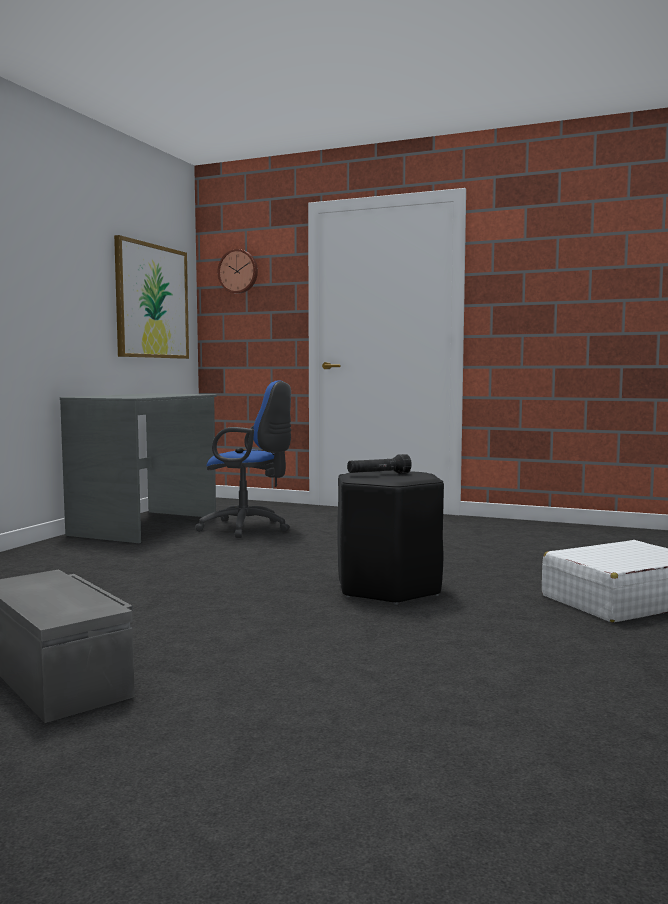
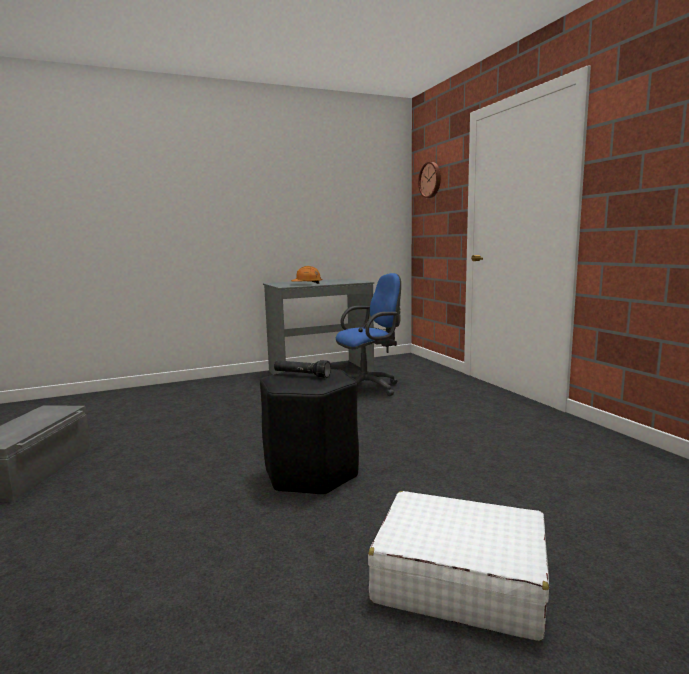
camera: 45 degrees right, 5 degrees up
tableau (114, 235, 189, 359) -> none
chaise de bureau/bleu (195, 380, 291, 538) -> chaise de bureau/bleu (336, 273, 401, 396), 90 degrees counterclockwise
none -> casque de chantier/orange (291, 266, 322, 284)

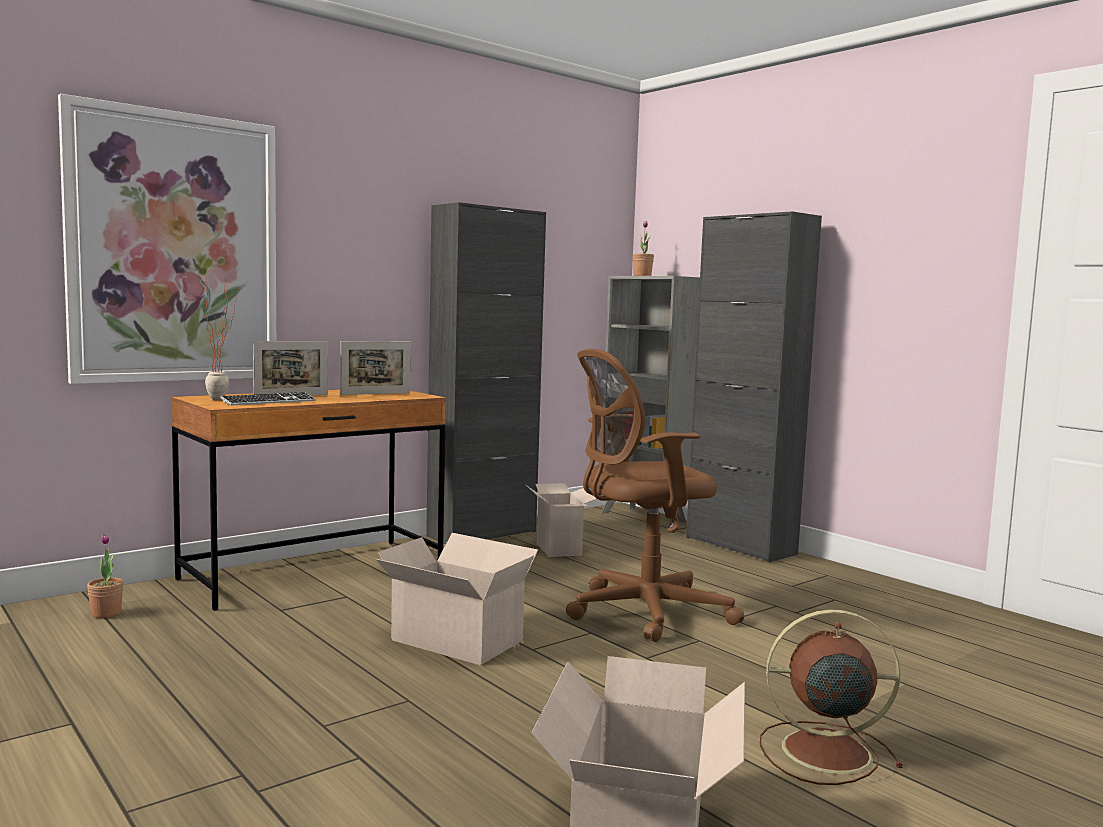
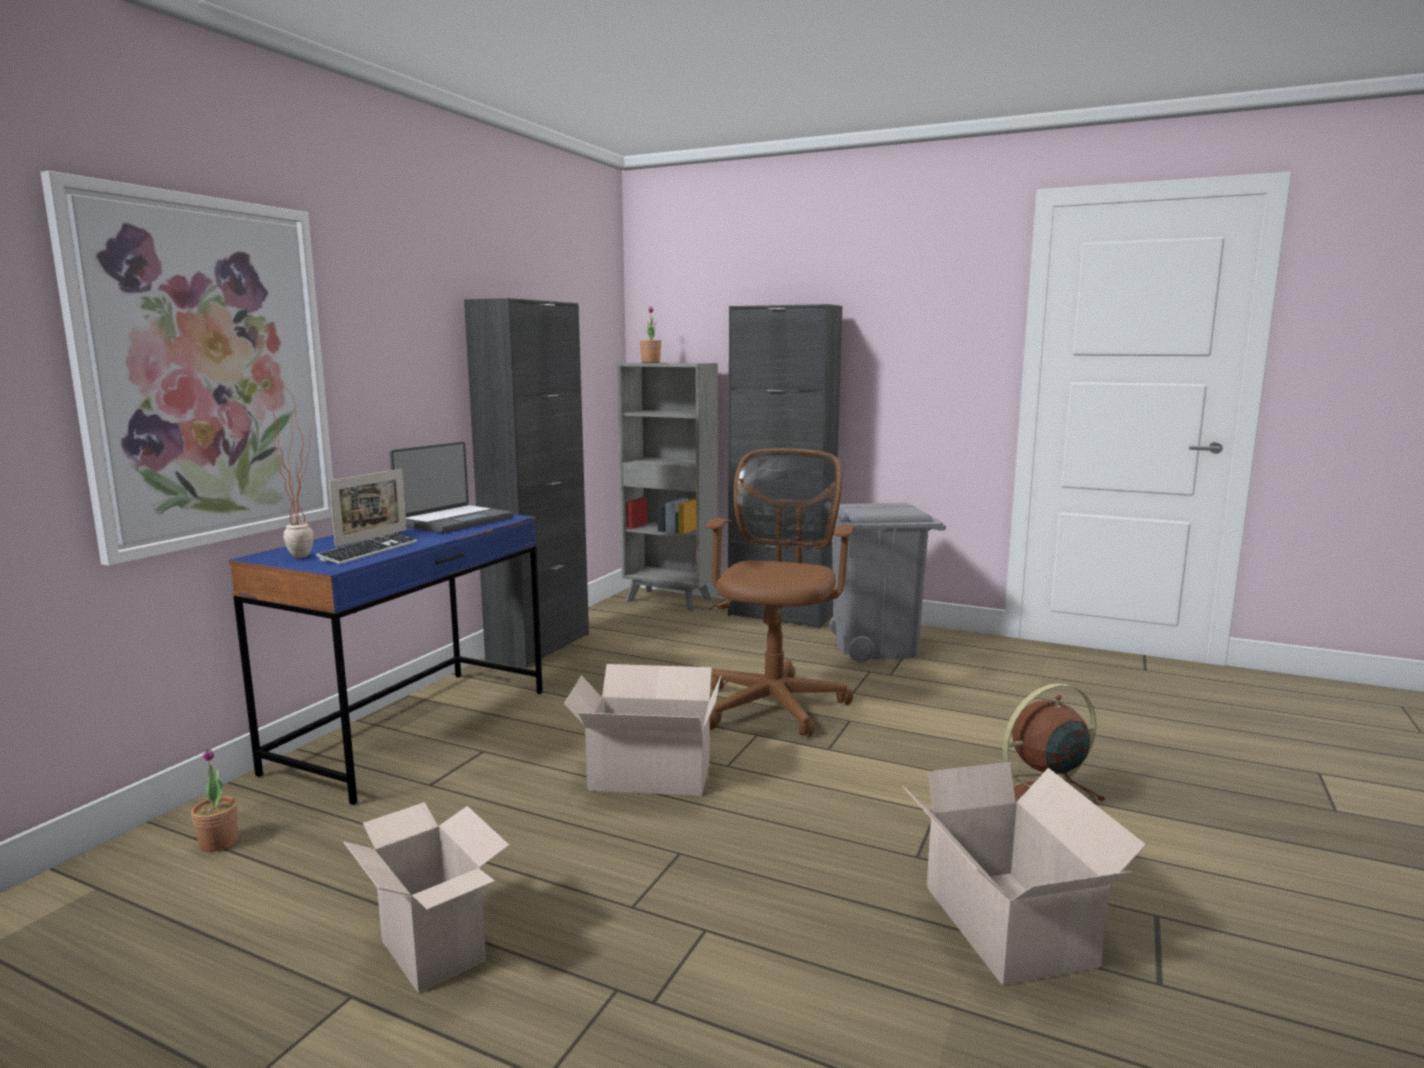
camera: 25 degrees left, 5 degrees up
bureau/marron (171, 390, 446, 611) -> bureau/bleu (229, 514, 543, 805)
cadre photo (340, 341, 411, 395) -> ordinateur portable (389, 442, 514, 533)
carton (526, 483, 597, 557) -> carton (343, 802, 510, 993), relocated
chaise de bureau/marron (566, 349, 745, 642) -> chaise de bureau/marron (704, 448, 856, 737), 150 degrees clockwise
none -> poubelle/gris (830, 503, 946, 662)

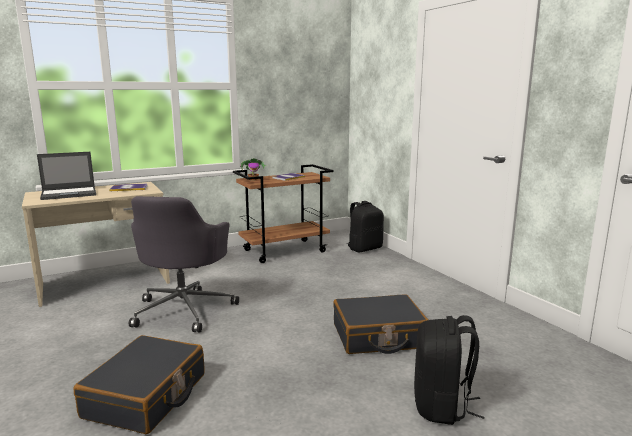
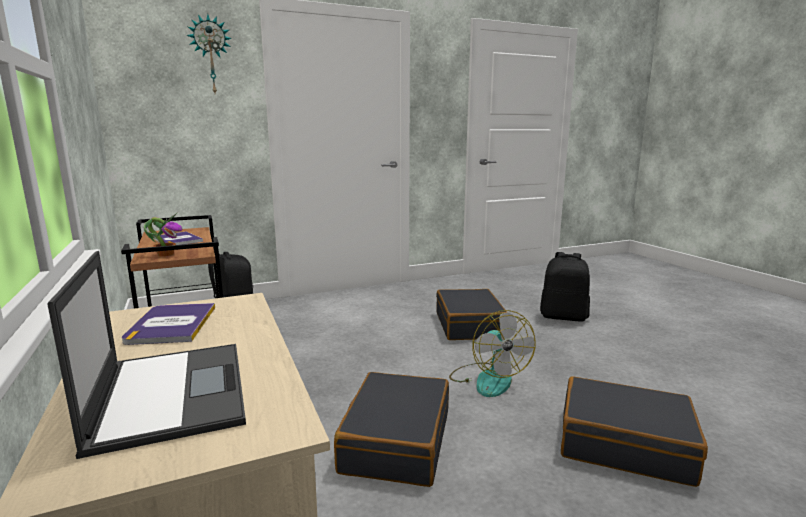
camera: 85 degrees left, 0 degrees up
chaise de bureau/gris (129, 196, 239, 332) -> valise/noir (334, 372, 449, 487)
none -> horloge murale (187, 14, 232, 93)
none -> ventilateur (449, 310, 535, 397)

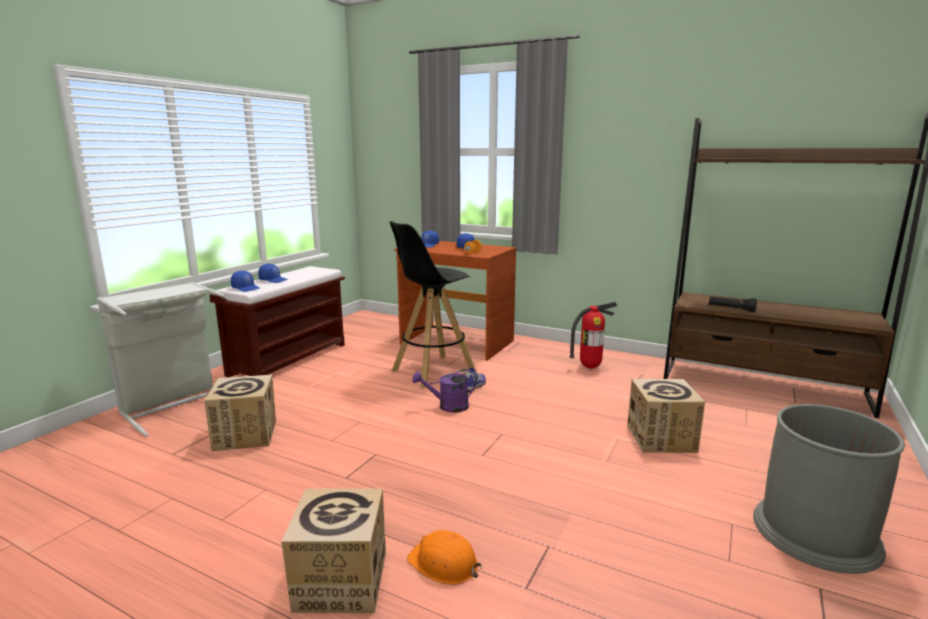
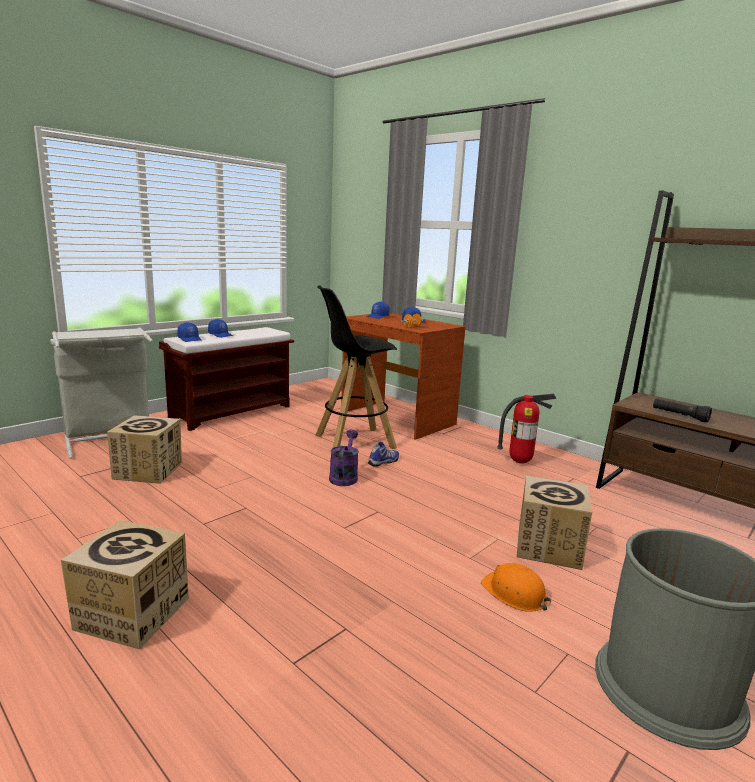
camera: 15 degrees right, 0 degrees up
casque de chantier/orange (407, 530, 482, 585) -> casque de chantier/orange (481, 563, 551, 612), relocated
arrosoir/violet (412, 369, 476, 413) -> arrosoir/violet (329, 429, 359, 486), 90 degrees clockwise

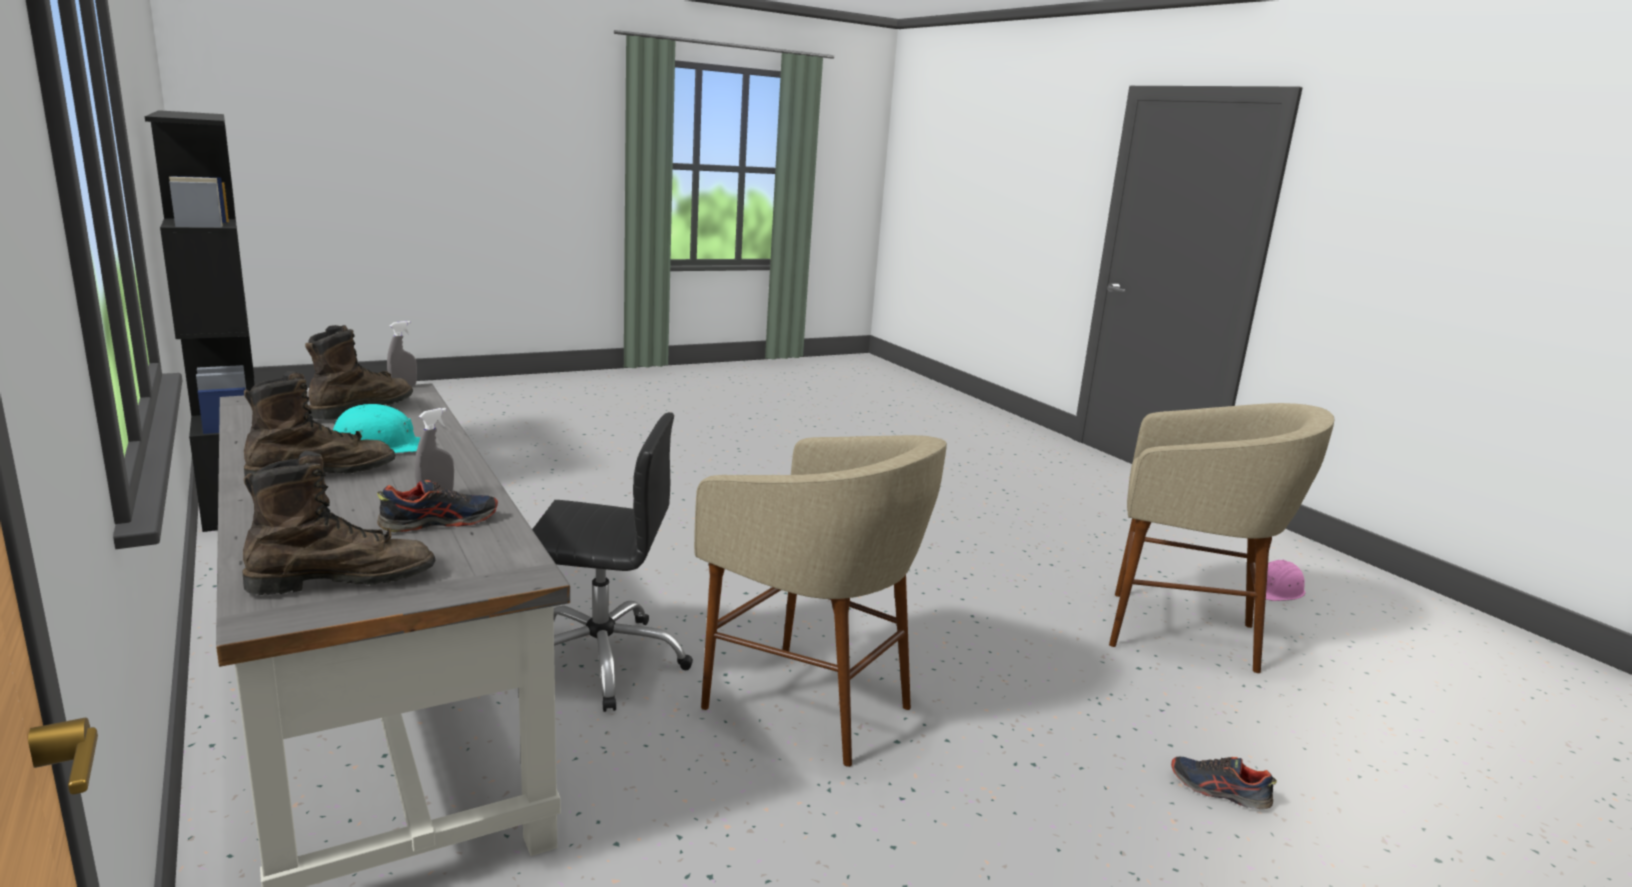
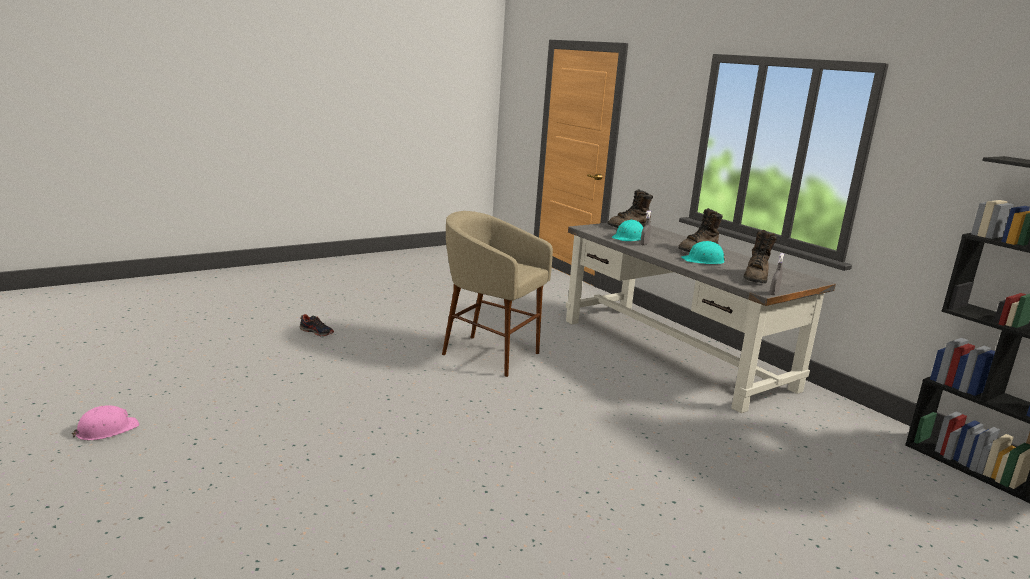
camera: 175 degrees right, 0 degrees up
chaussure (377, 480, 498, 533) -> casque de chantier/turquoise (612, 219, 643, 241)
chaise de bureau/noir (532, 412, 693, 712) -> none
tabouret/beige (1109, 403, 1335, 673) -> none

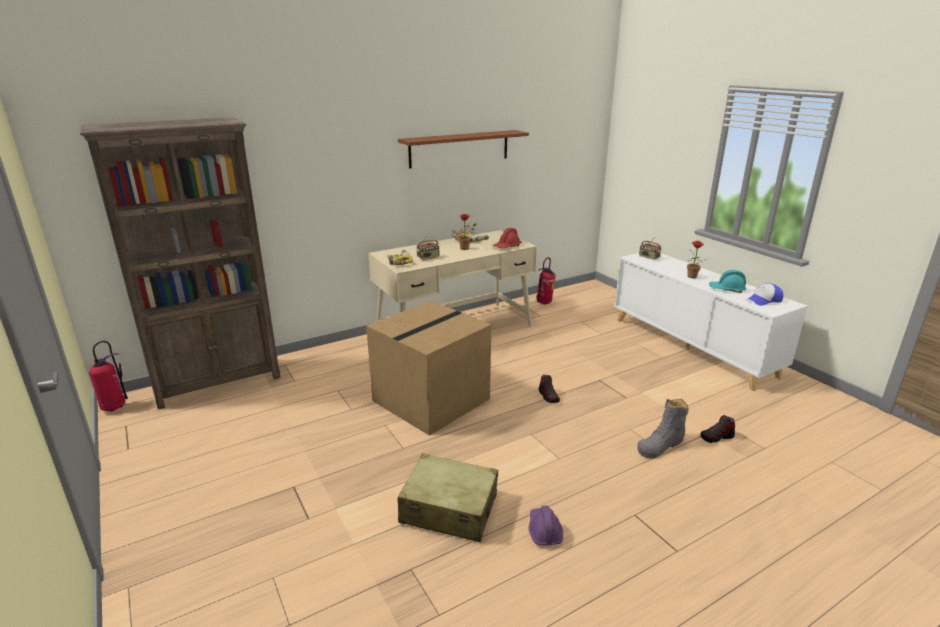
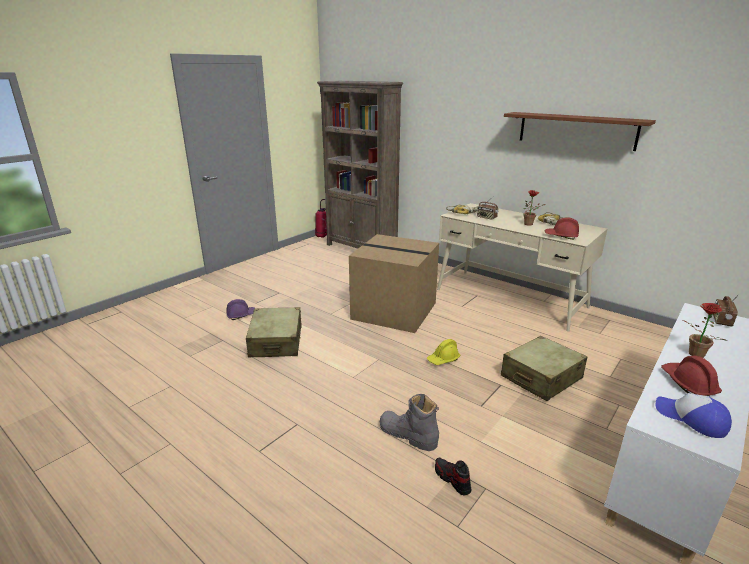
camera: 70 degrees right, 0 degrees up
casque de chantier/violet (529, 506, 563, 546) -> casque de chantier/violet (227, 299, 255, 320), relocated
extincteur (536, 257, 556, 305) -> none
chaussure (539, 375, 560, 403) -> casque de chantier/jaune (427, 339, 461, 365)
casque de chantier/turquoise (709, 270, 746, 293) -> casque de chantier/rouge (661, 355, 722, 396)
none -> valise/beige (501, 336, 588, 401)

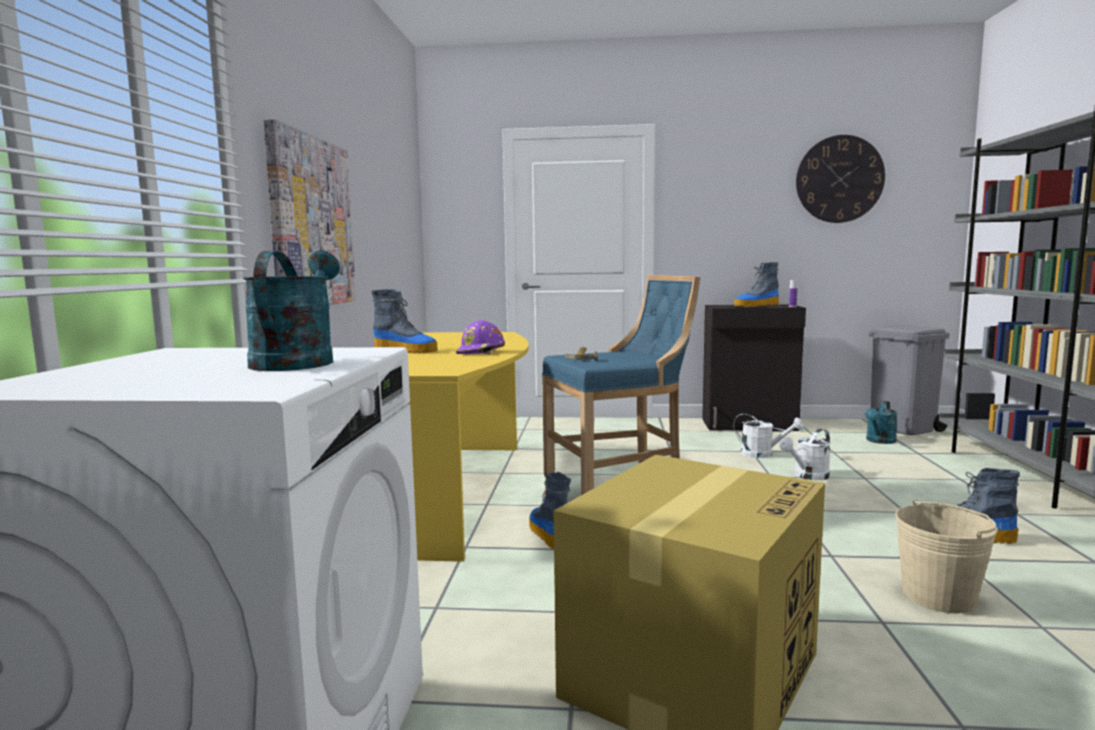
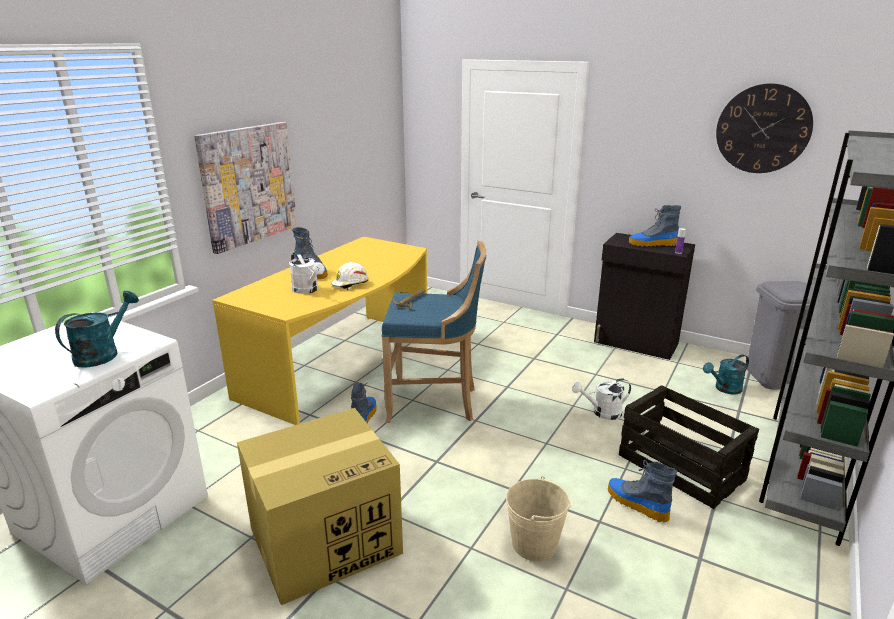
camera: 25 degrees right, 15 degrees up
casque de chantier/violet (456, 320, 505, 354) -> casque de chantier/blanc (331, 262, 368, 290)
arrosoir/blanc (733, 413, 804, 458) -> arrosoir/blanc (289, 251, 325, 294), relocated
none -> caisse (619, 385, 759, 509)

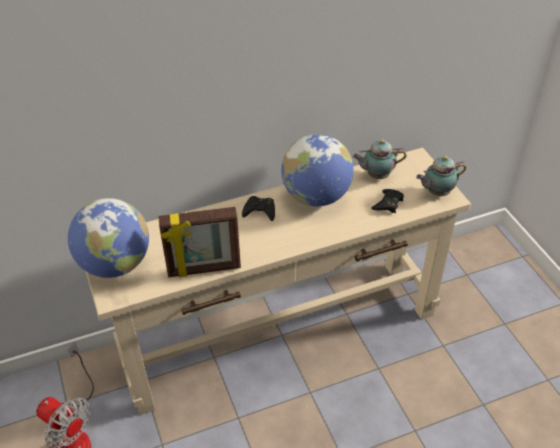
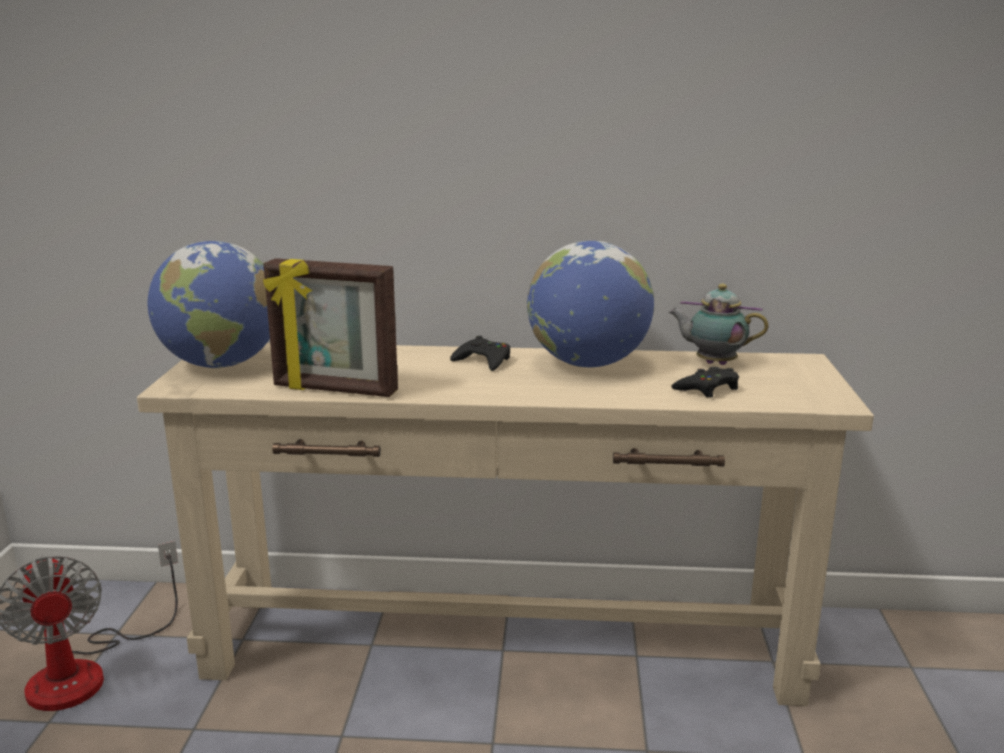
camera: 25 degrees right, 25 degrees down
théière (416, 156, 466, 196) -> none

